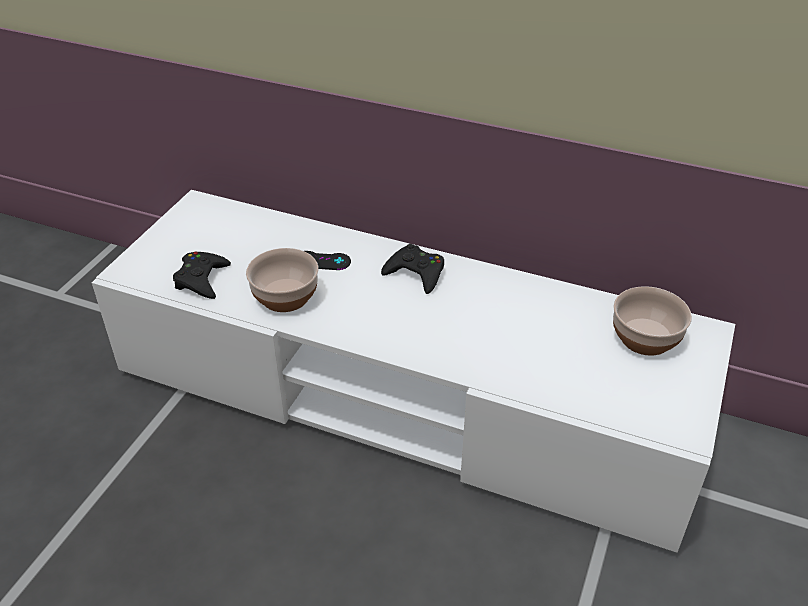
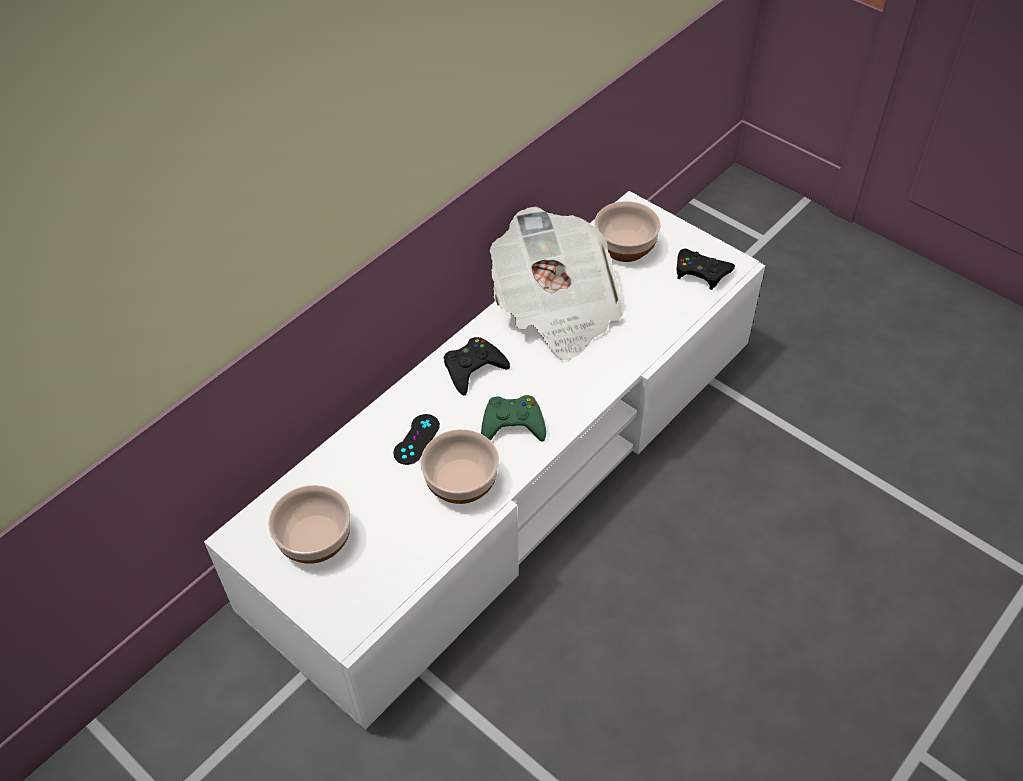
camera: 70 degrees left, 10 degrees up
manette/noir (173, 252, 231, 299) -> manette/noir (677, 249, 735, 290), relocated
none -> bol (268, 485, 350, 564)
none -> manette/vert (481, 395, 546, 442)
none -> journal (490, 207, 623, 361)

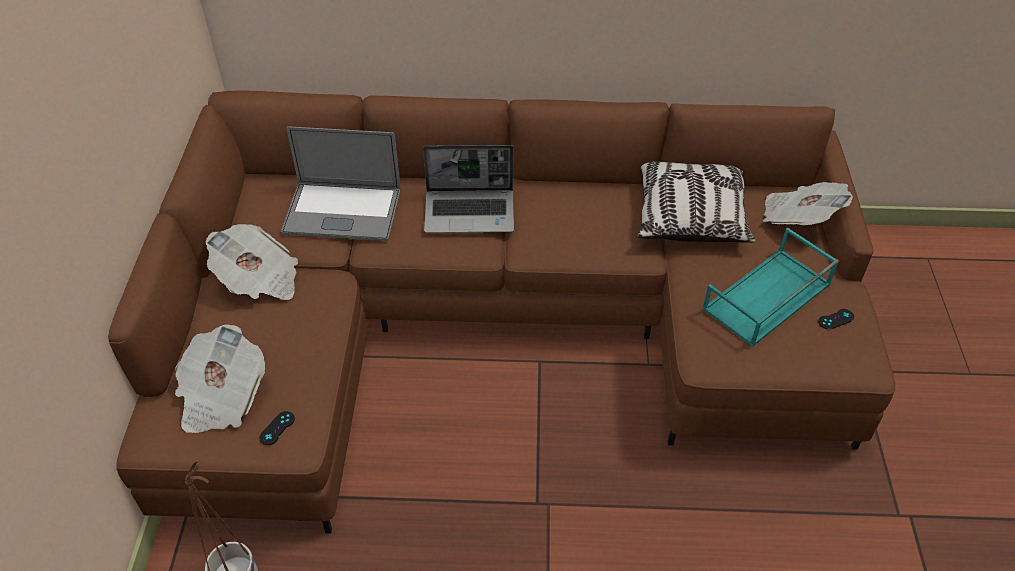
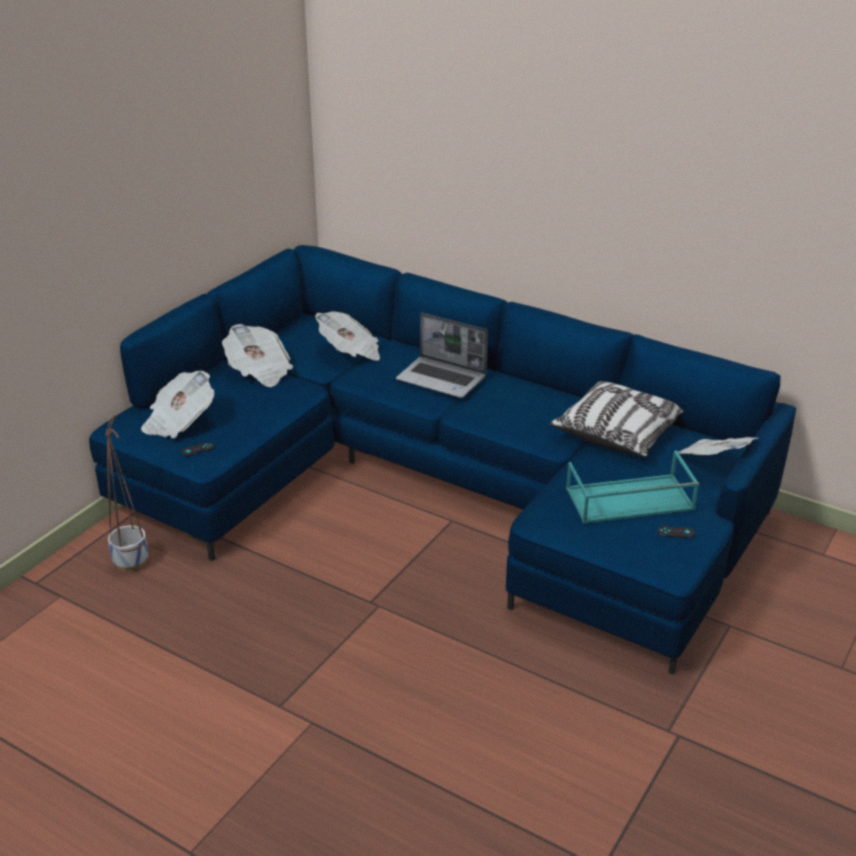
camera: 30 degrees right, 15 degrees down
canapé/marron (108, 90, 895, 533) -> canapé/bleu (89, 245, 796, 675)
ordinateur portable (281, 126, 401, 241) -> journal (315, 311, 380, 361)

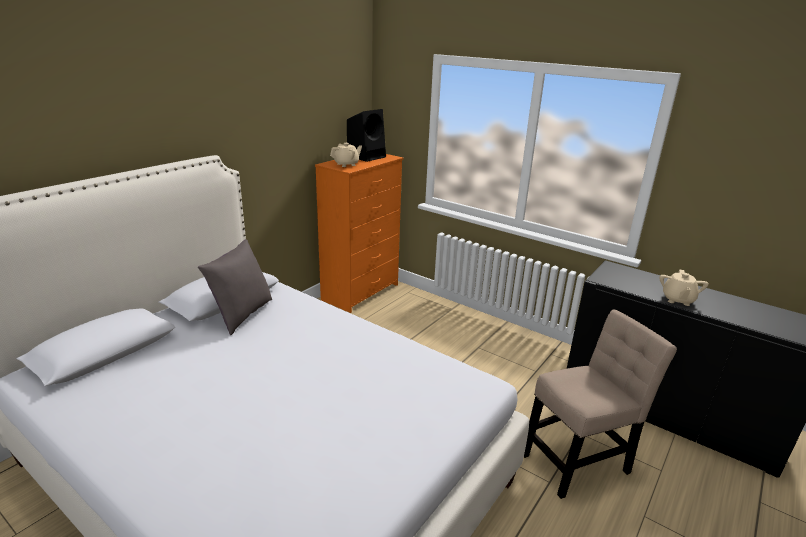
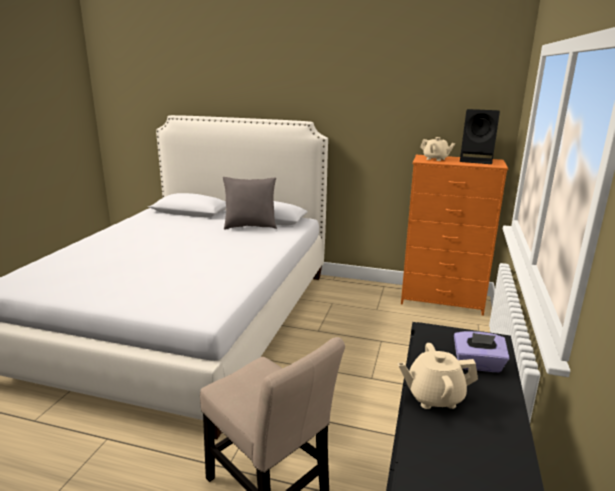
camera: 70 degrees right, 5 degrees down
none -> boîte à mouchoirs/violet (454, 331, 509, 372)

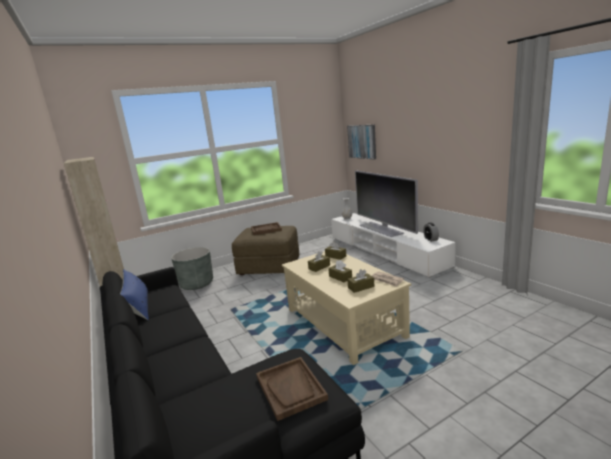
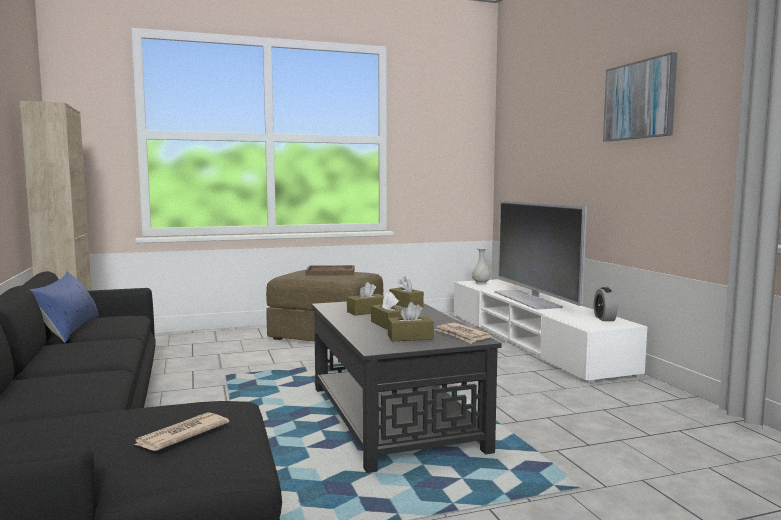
camera: 10 degrees right, 10 degrees down
cache-pot/gris (171, 247, 213, 290) -> none
plateau/marron (256, 357, 328, 421) -> journal (132, 412, 229, 451)
table basse/beige (282, 251, 411, 365) -> table basse/noir (311, 302, 502, 473)
tableau (347, 125, 376, 159) -> tableau (603, 52, 677, 142), relocated

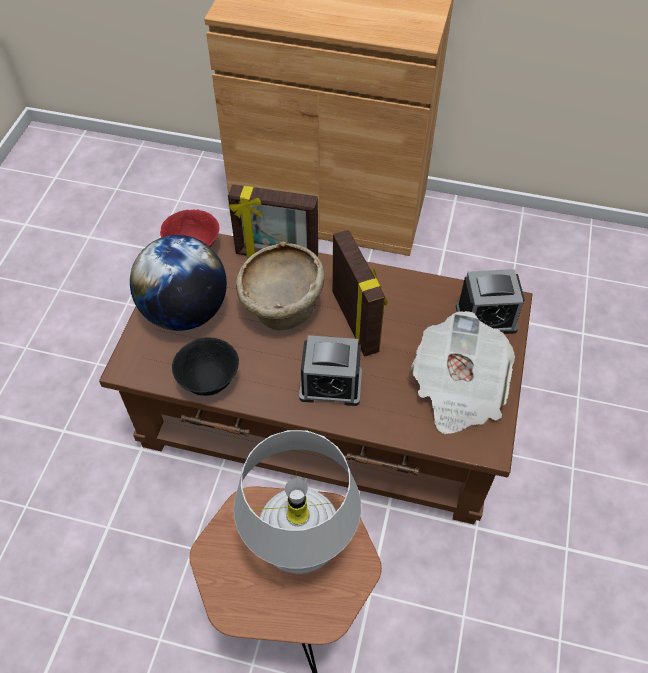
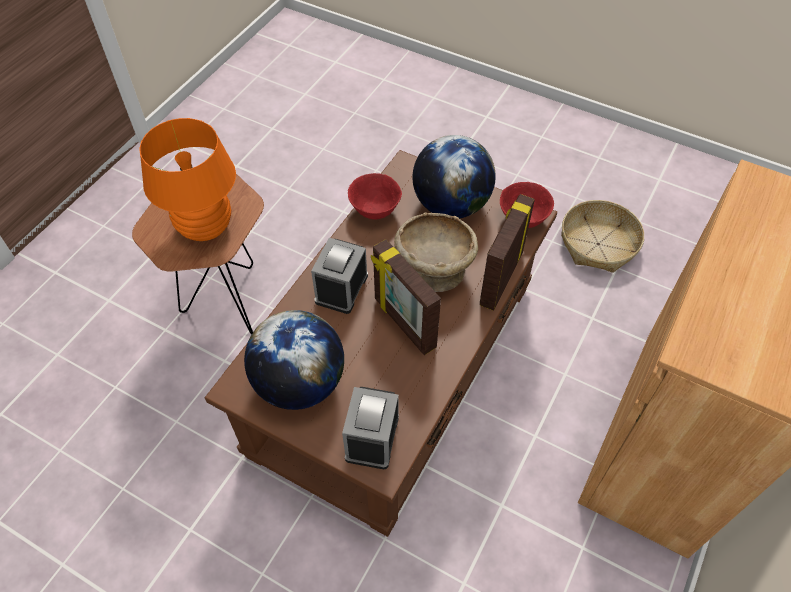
camera: 105 degrees right, 0 degrees up
bol/noir (172, 338, 239, 396) -> bol/rouge (348, 173, 402, 220)
lampe de table/blanc (234, 430, 361, 574) -> lampe de table/orange (139, 118, 236, 241)
cadre photo (332, 230, 387, 356) -> cadre photo (371, 239, 441, 355), 60 degrees clockwise
journal (411, 311, 515, 434) -> globe (244, 310, 344, 410)
none -> panier (561, 200, 644, 273)

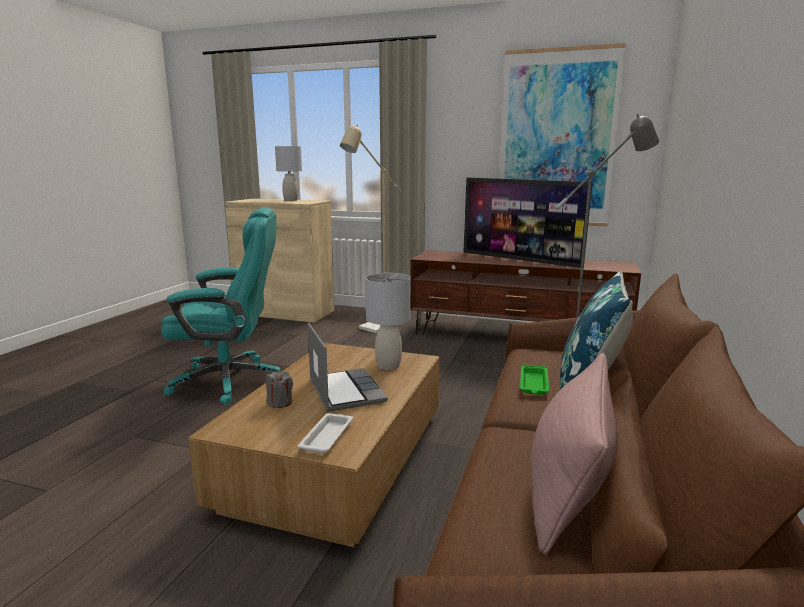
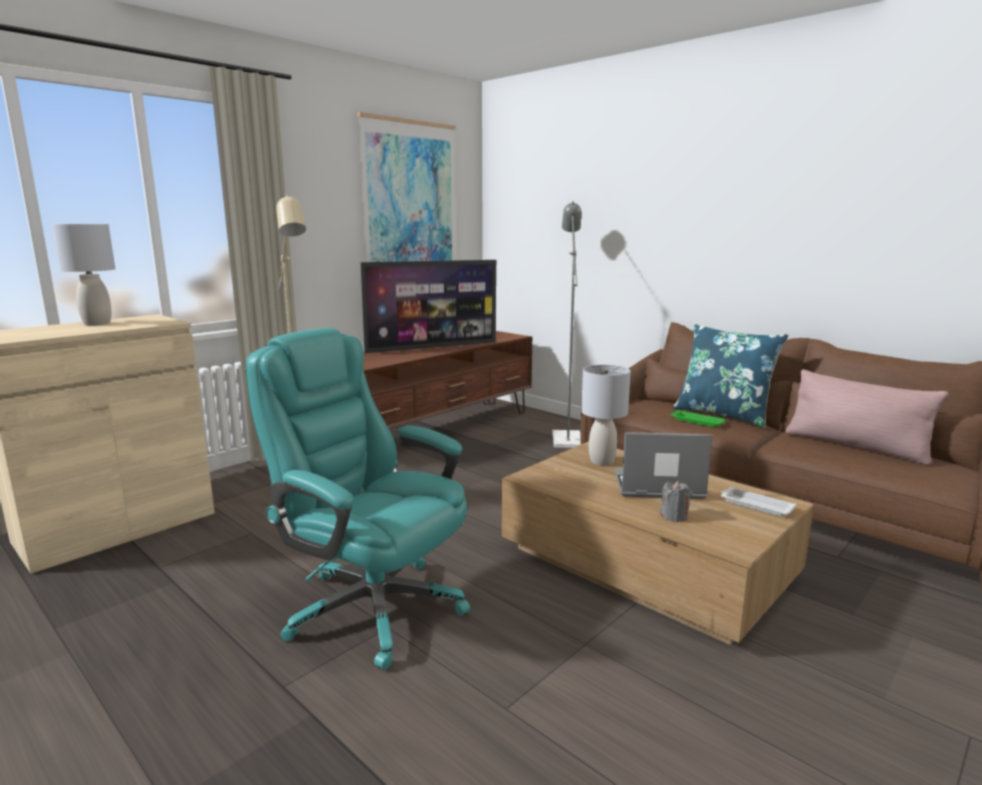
camera: 65 degrees left, 0 degrees up
chaise de bureau/turquoise (161, 207, 281, 405) -> chaise de bureau/turquoise (246, 328, 470, 670), 75 degrees counterclockwise

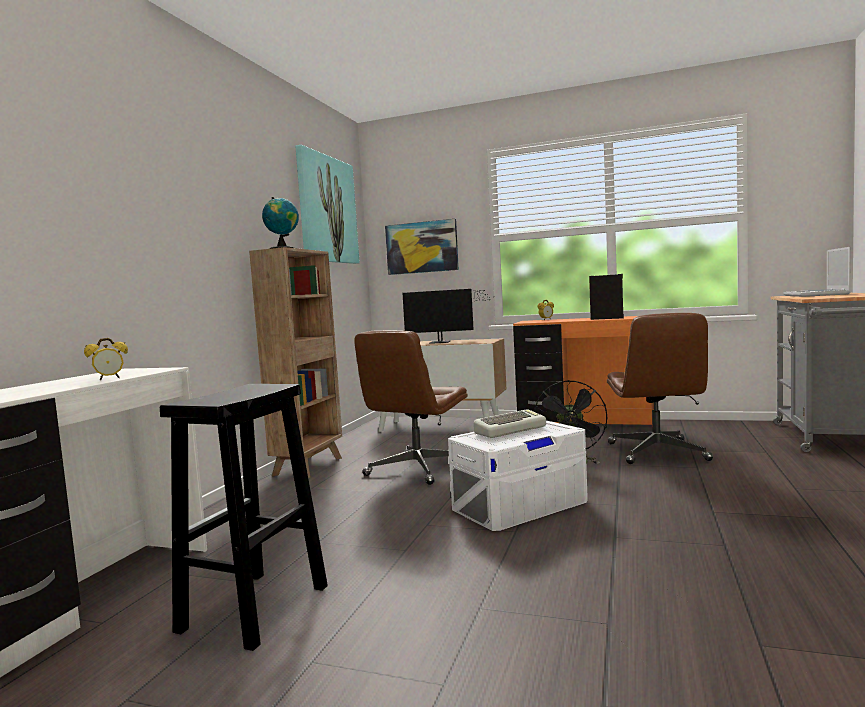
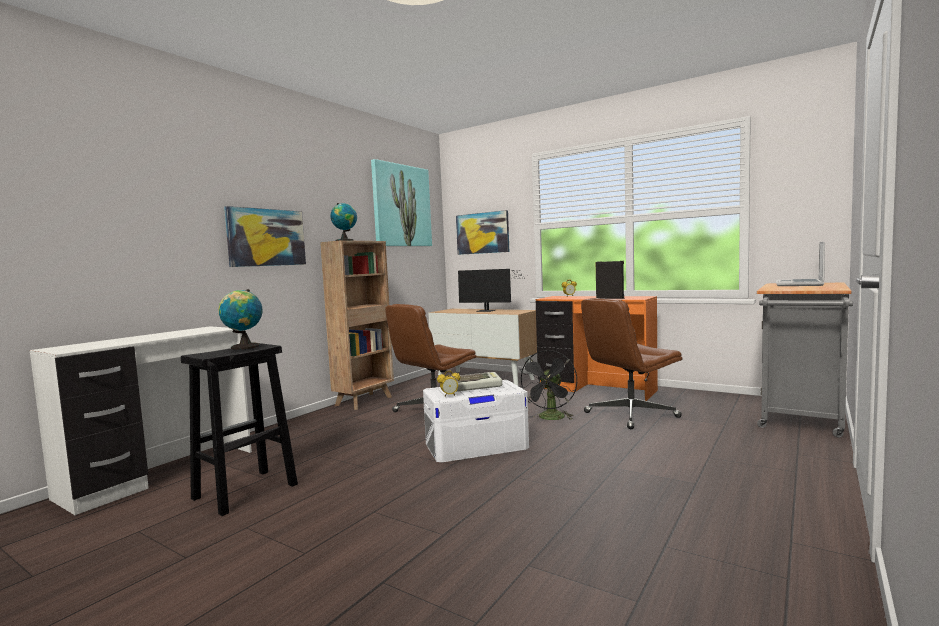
camera: 15 degrees right, 0 degrees up
réveil (84, 338, 128, 380) -> réveil (437, 371, 460, 397), relocated
chaise de bureau/marron (607, 313, 713, 464) -> chaise de bureau/marron (581, 298, 683, 429), 45 degrees clockwise
none -> globe (219, 289, 263, 350)
none -> tableau (224, 206, 306, 267)

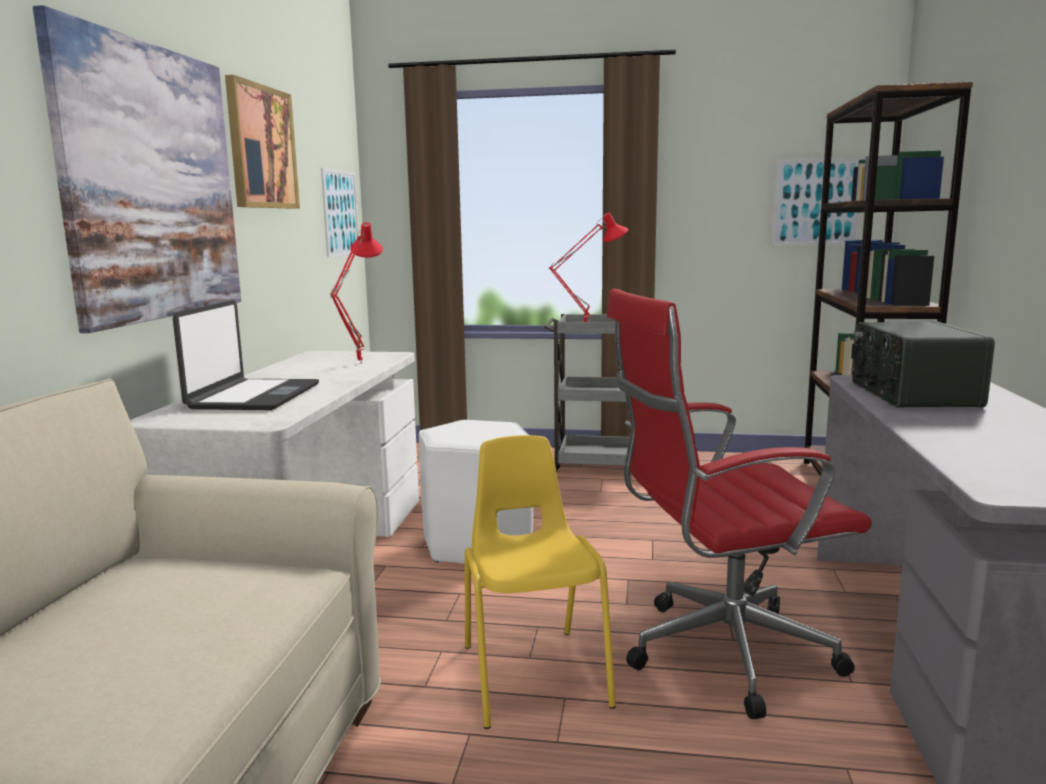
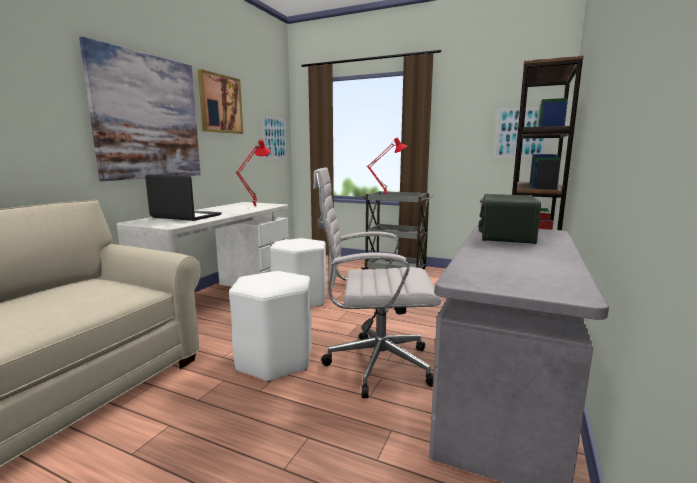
camera: 15 degrees right, 0 degrees up
ordinateur portable (173, 300, 319, 410) -> ordinateur portable (145, 174, 222, 221), 90 degrees counterclockwise
chaise/jaune (465, 435, 616, 729) -> tabouret/blanc (229, 271, 312, 382)
chaise de bureau/rouge (607, 289, 872, 719) -> chaise de bureau/blanc (313, 168, 441, 398)

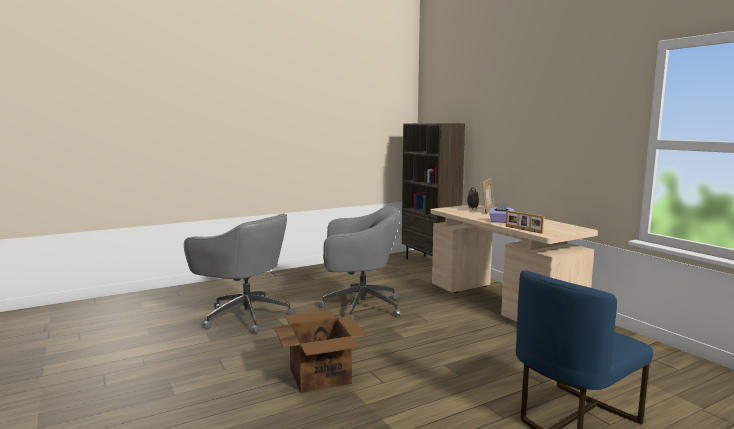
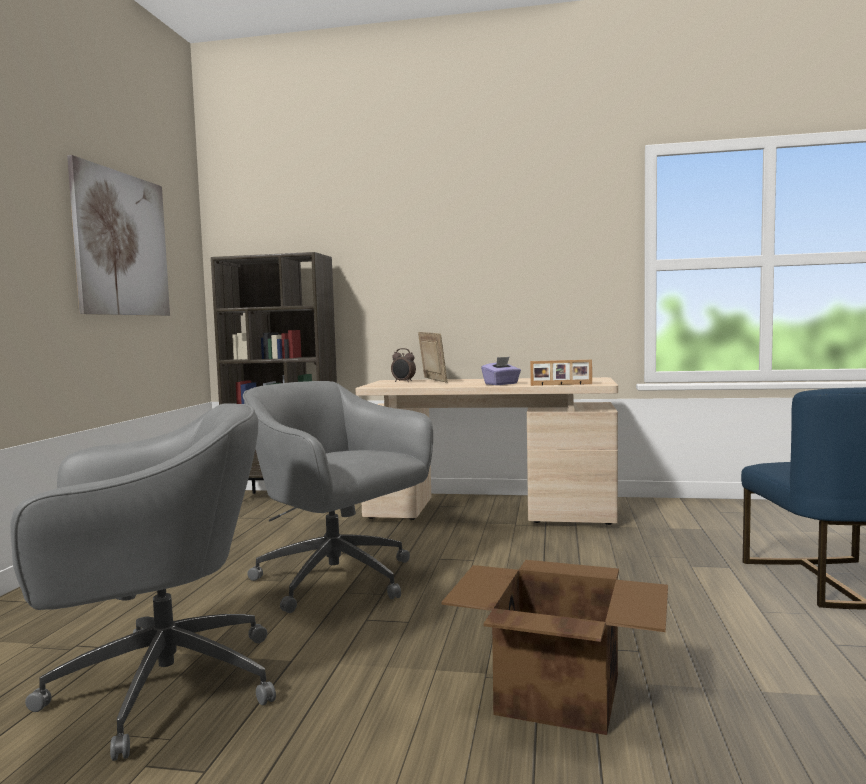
camera: 50 degrees left, 5 degrees down
chaise de bureau/gris (318, 206, 401, 318) -> chaise de bureau/gris (243, 381, 433, 613), 90 degrees counterclockwise
none -> tableau (67, 155, 170, 316)

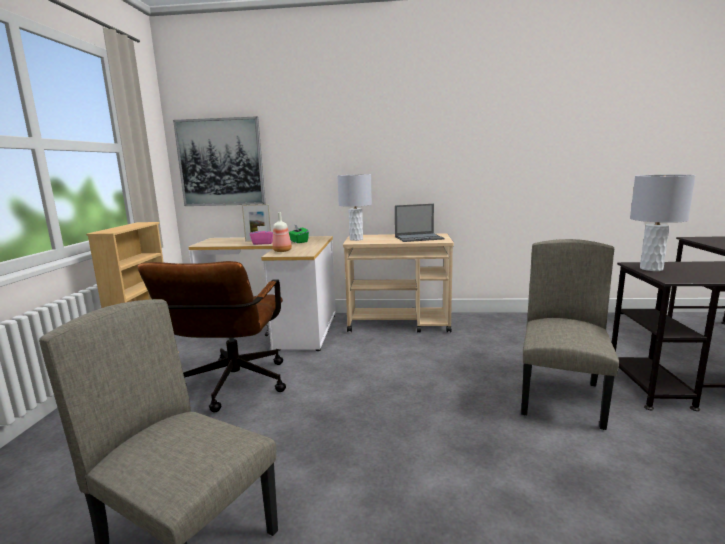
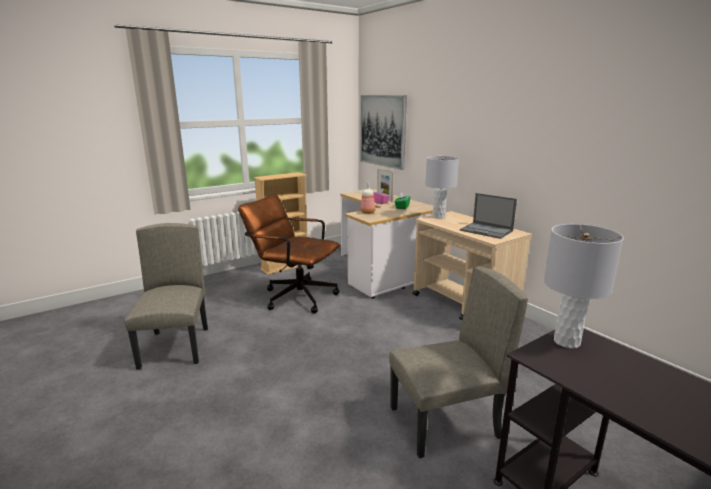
camera: 50 degrees right, 5 degrees up
chaise de bureau/marron (137, 261, 286, 412) -> chaise de bureau/marron (238, 194, 340, 313), 60 degrees clockwise

